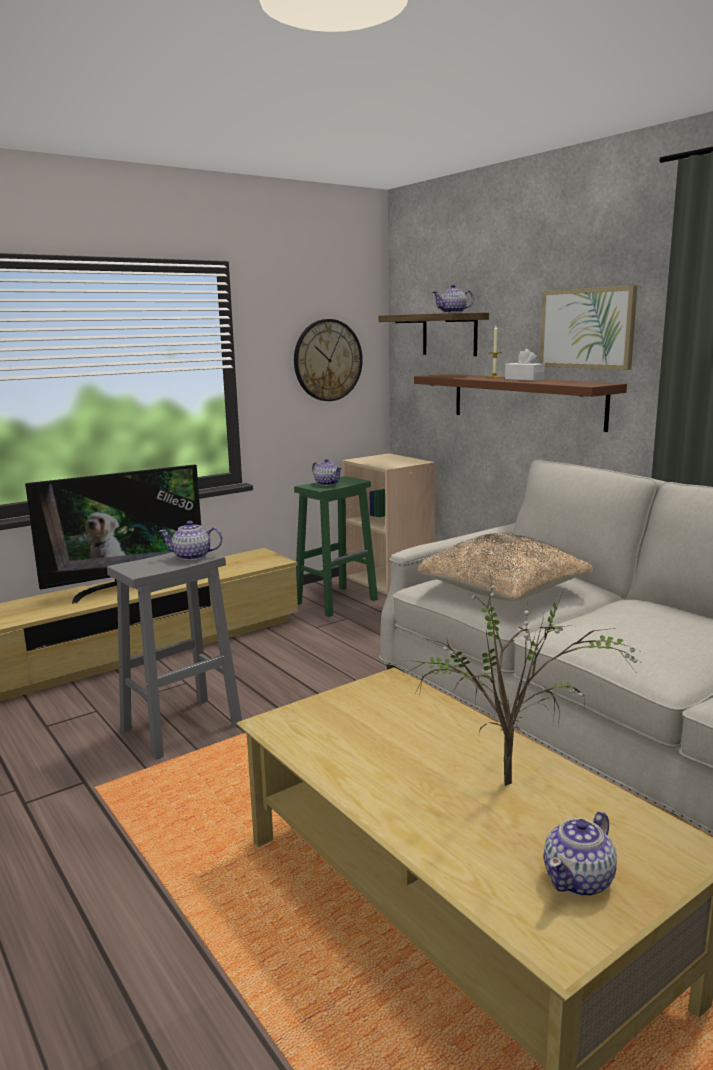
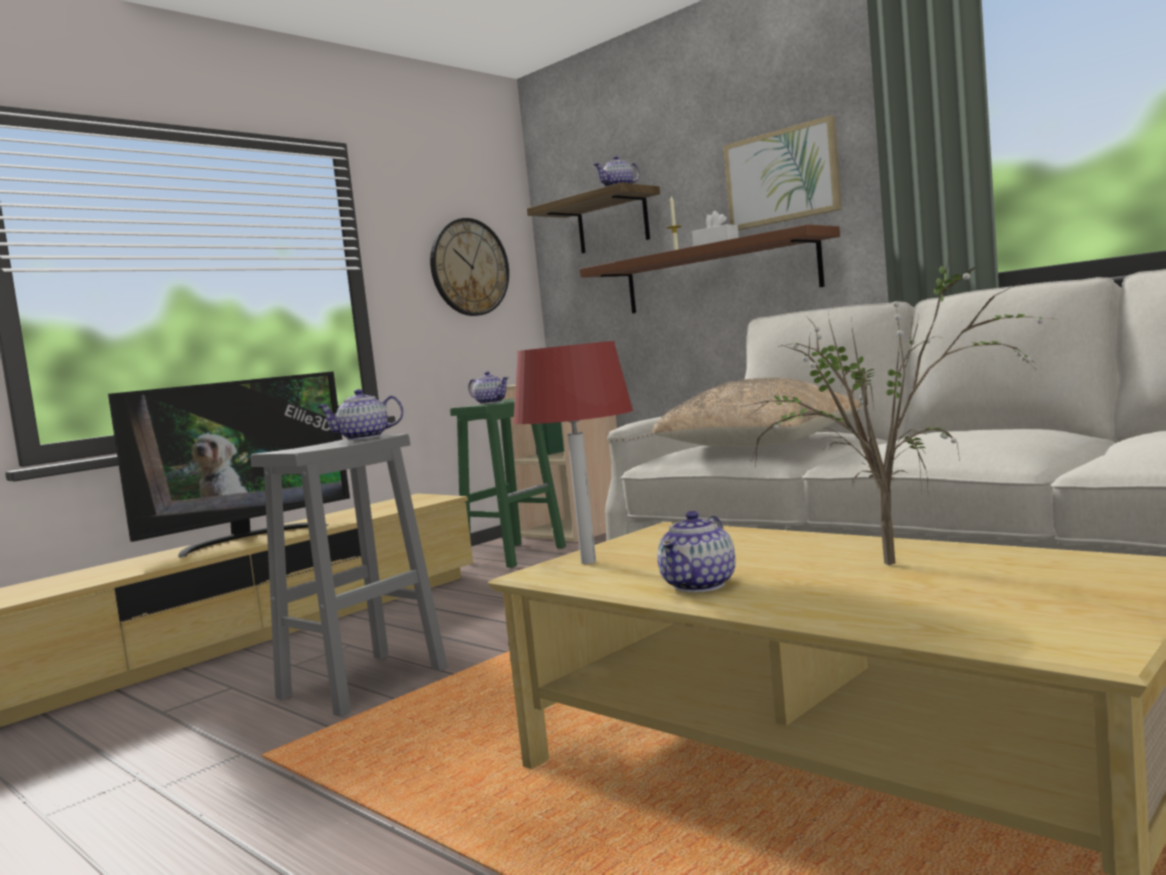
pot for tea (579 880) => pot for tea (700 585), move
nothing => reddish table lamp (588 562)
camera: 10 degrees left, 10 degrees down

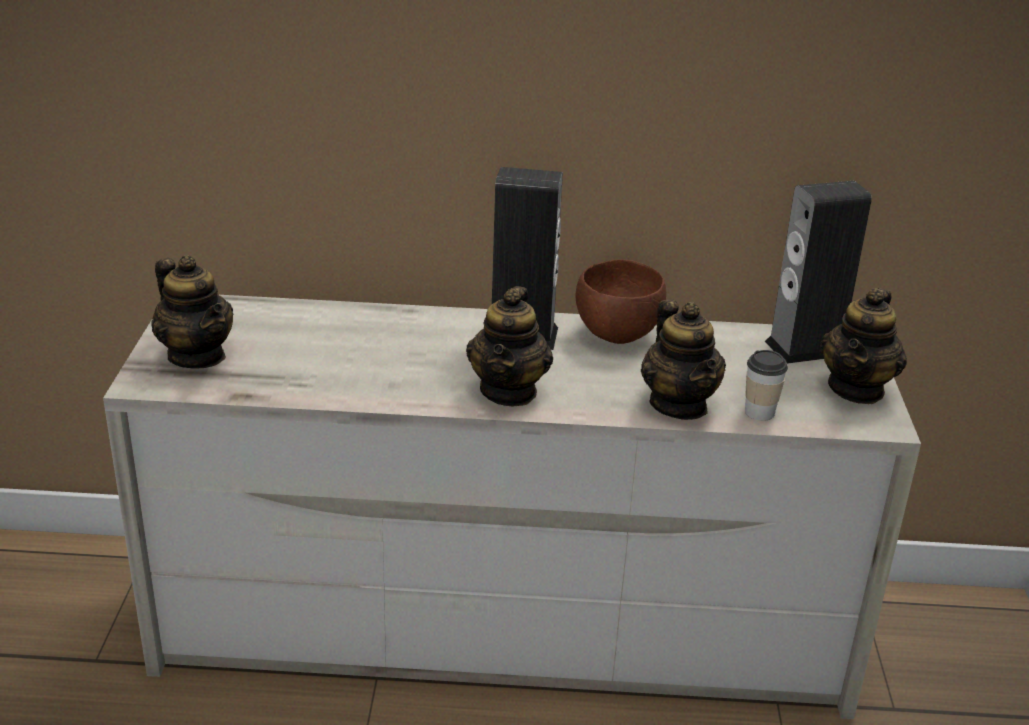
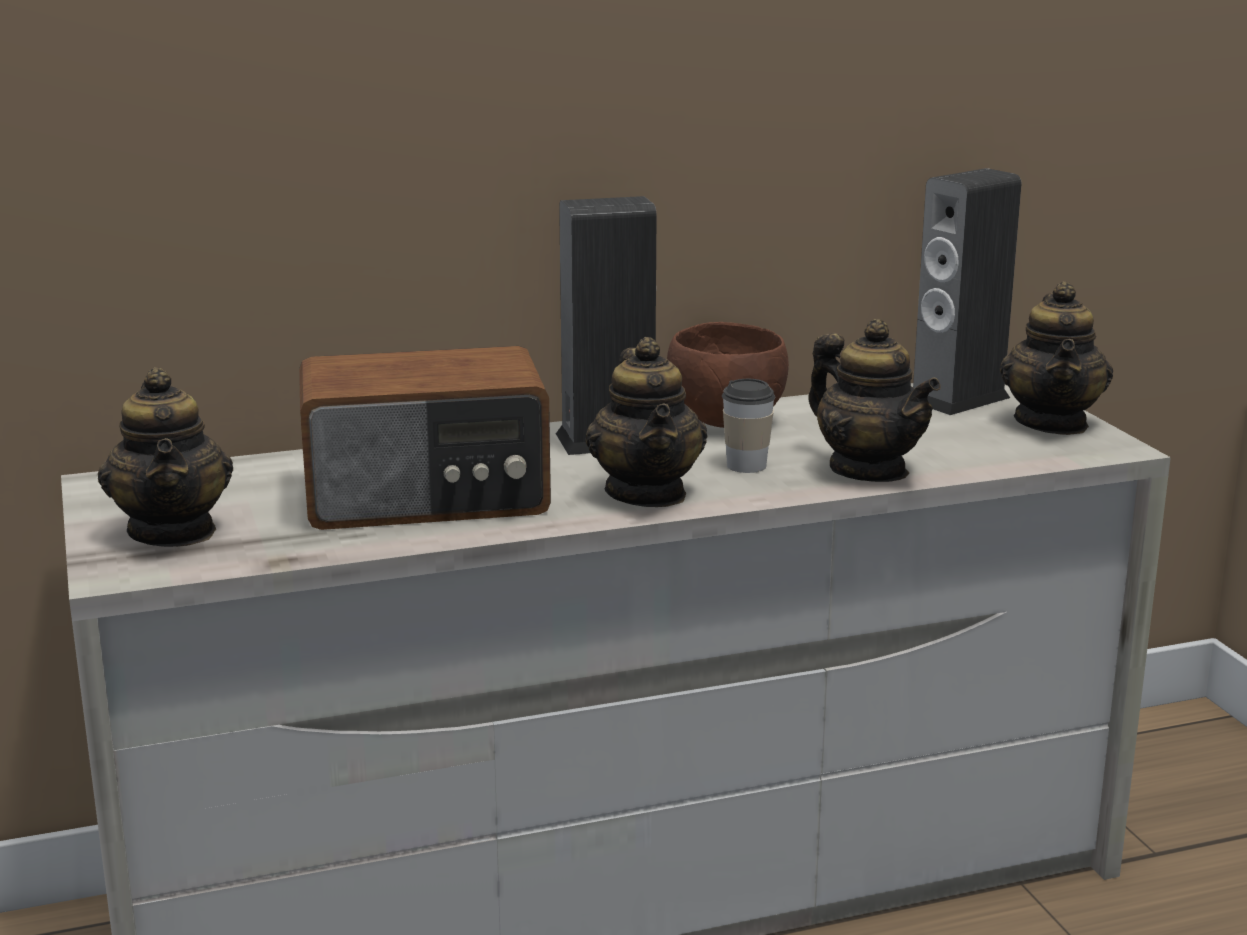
pot for tea (197 356) => pot for tea (173 532), 45 degrees clockwise
small cup (759 412) => small cup (746 465), move
nothing => radio receiver (427 497)
camera: 20 degrees left, 10 degrees down

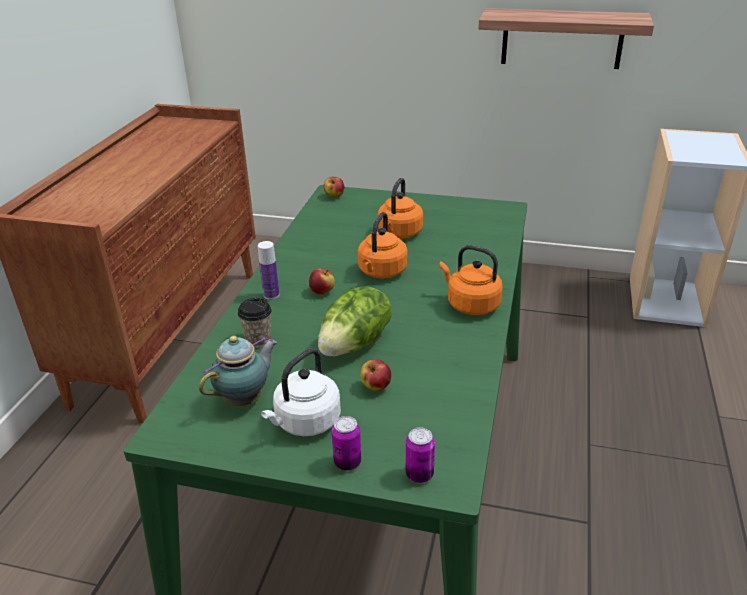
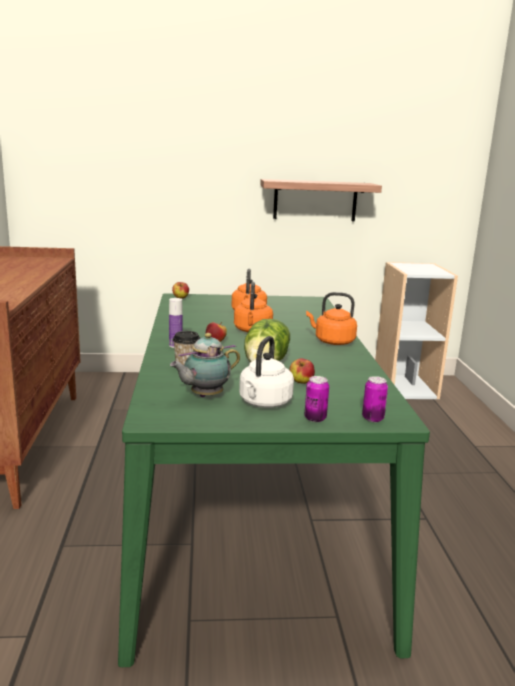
pot for tea (245 399) => pot for tea (204 396), 150 degrees counterclockwise
camera: 20 degrees left, 15 degrees down

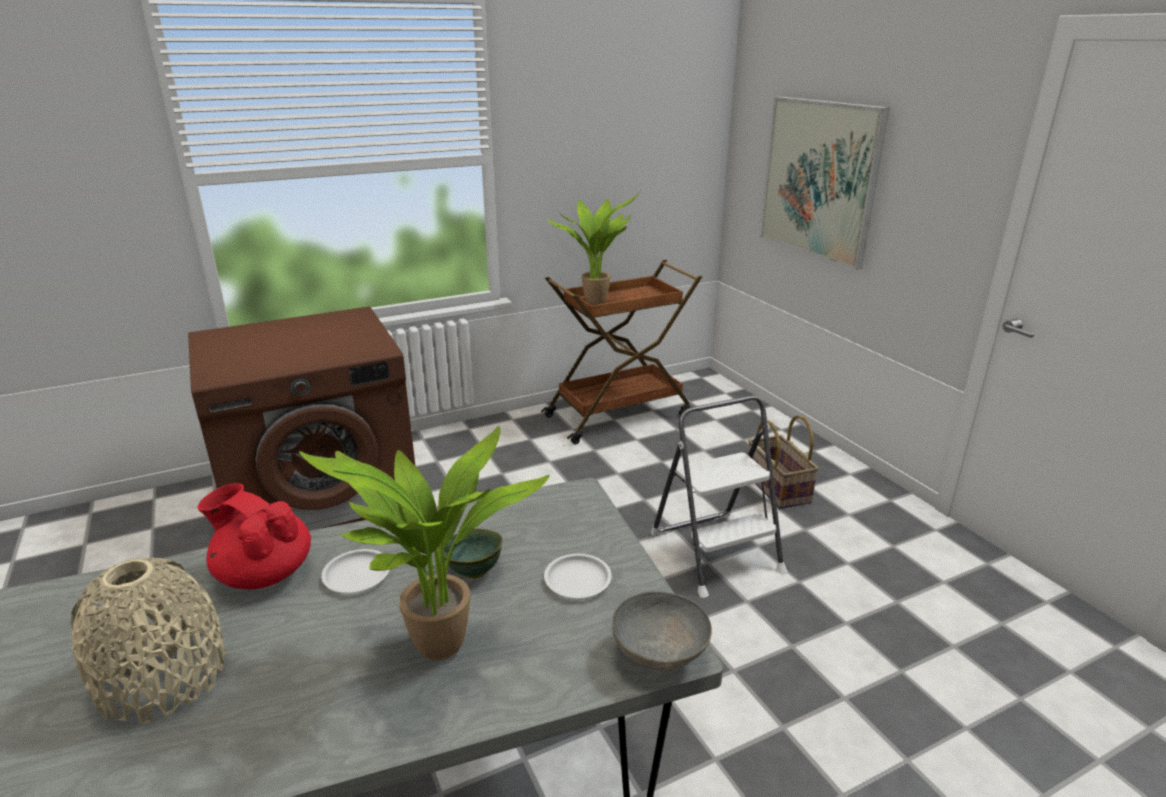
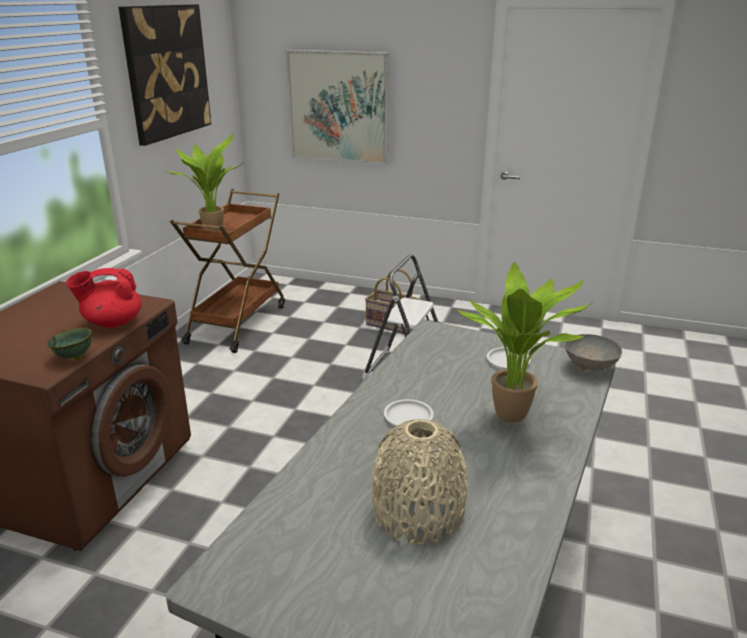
reddish pot for tea (264 573) => reddish pot for tea (112 323), move
greenish serving bowl (473 572) => greenish serving bowl (74 357), move
nothing => wall art (167 72)
camera: 45 degrees left, 0 degrees up

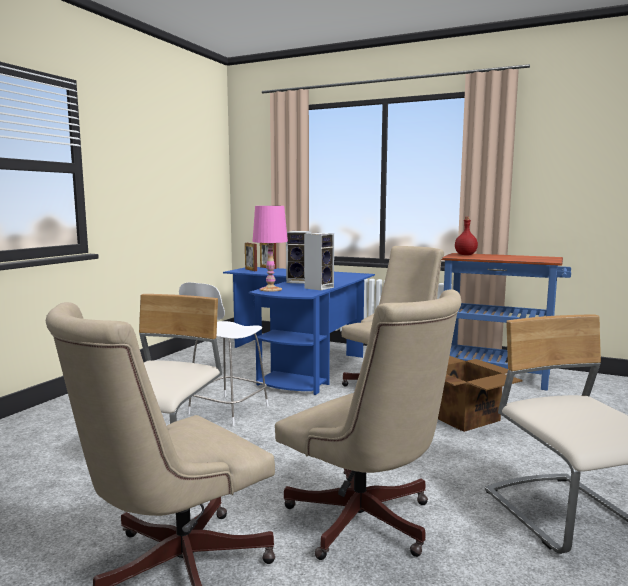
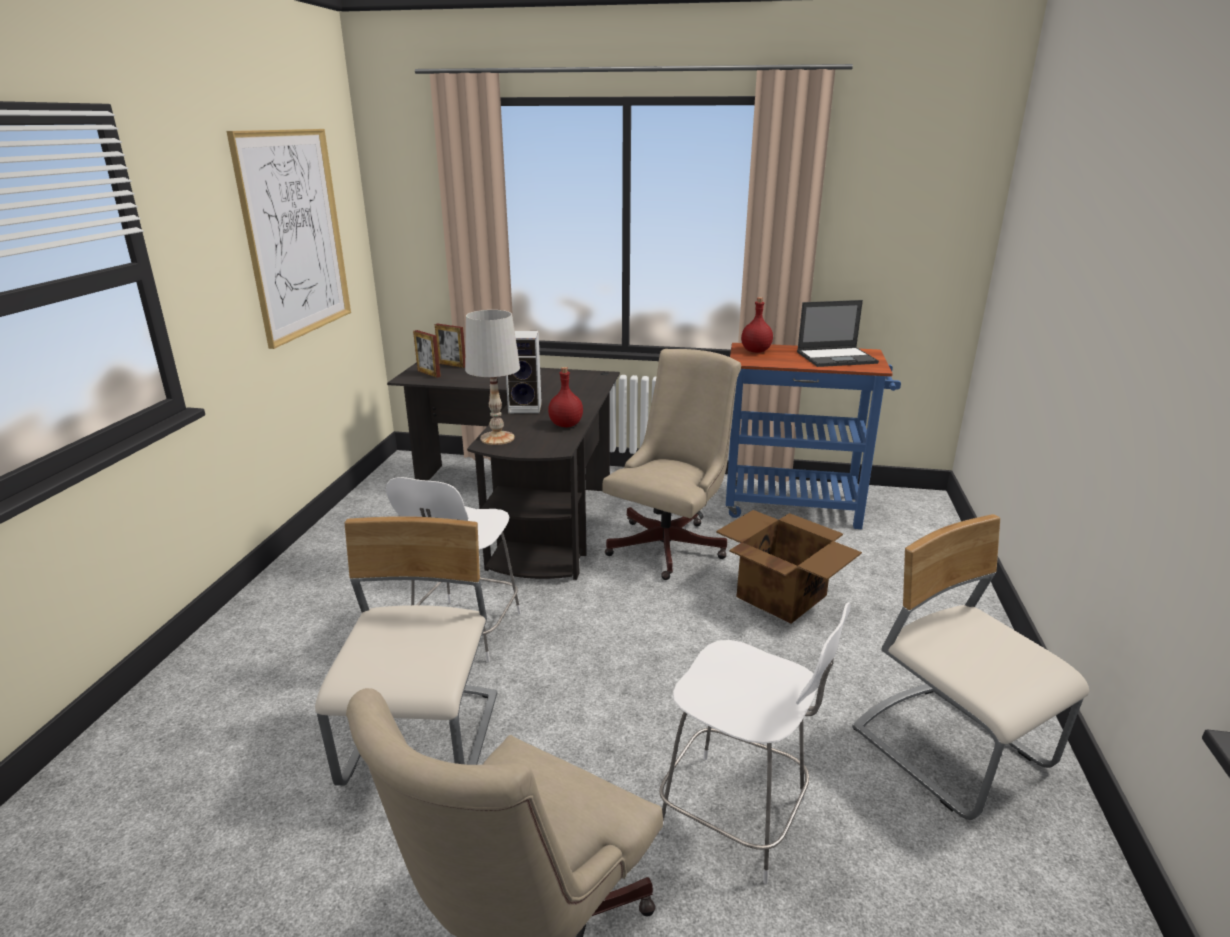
blue-coloured desk table (301 360) => blackish desk table (526 507)
pinkish table lamp (270 289) => white table lamp (497 438)
beige-coloured desk chair (366 525) => white stool seat (738 817)
speaker (319 287) => reddish bottle (565 425)
nothing => wall art (294 234)
nothing => portable computer (837 357)
camera: 15 degrees left, 15 degrees up

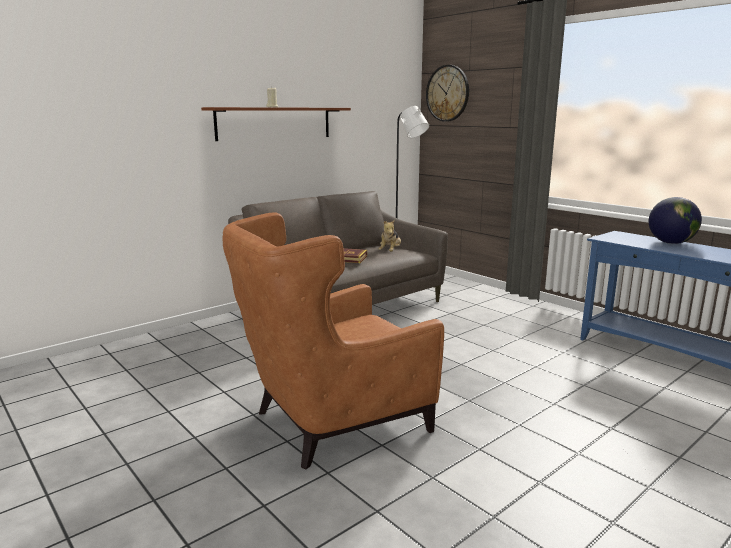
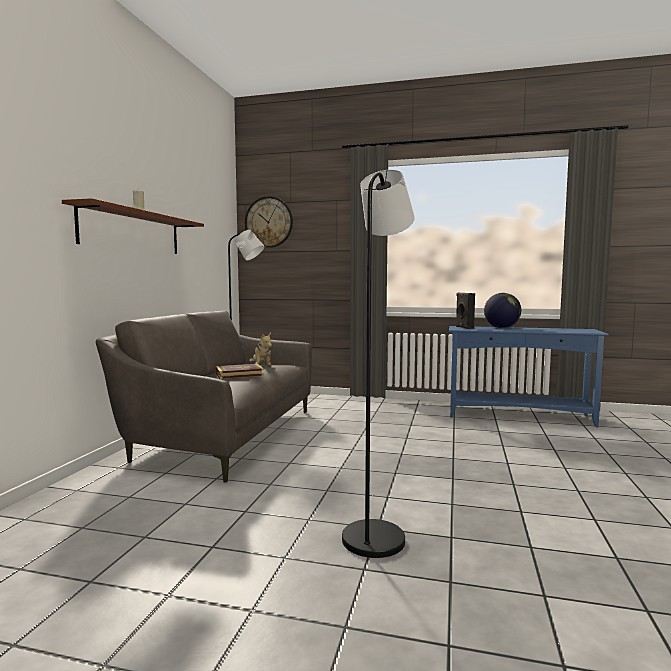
brownish lounge chair (332 421) => blackish floor lamp (377 533)
nothing => blackish speaker (464 327)
camera: 35 degrees left, 10 degrees down

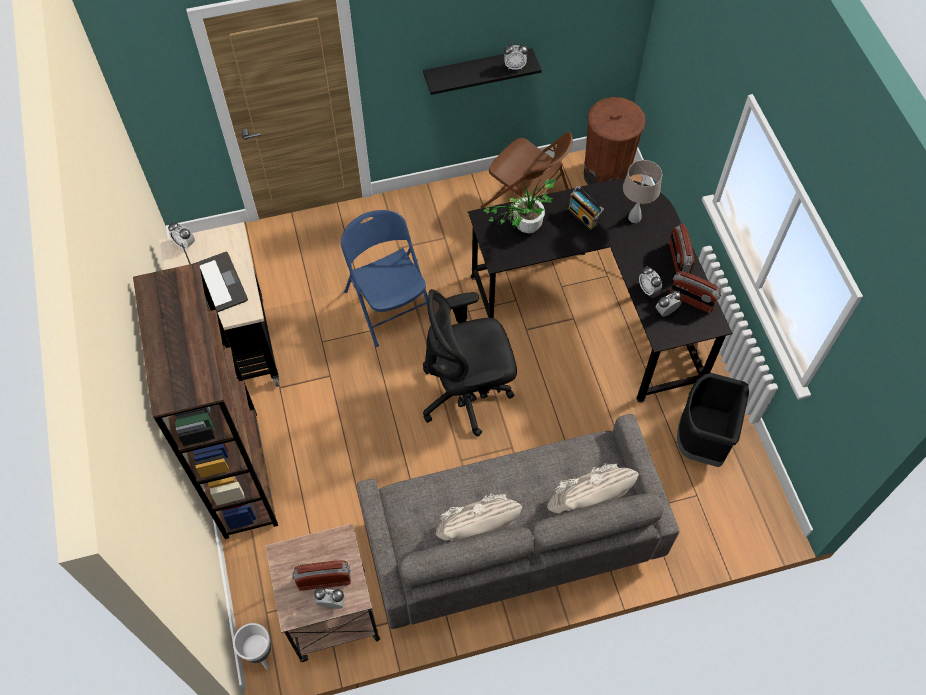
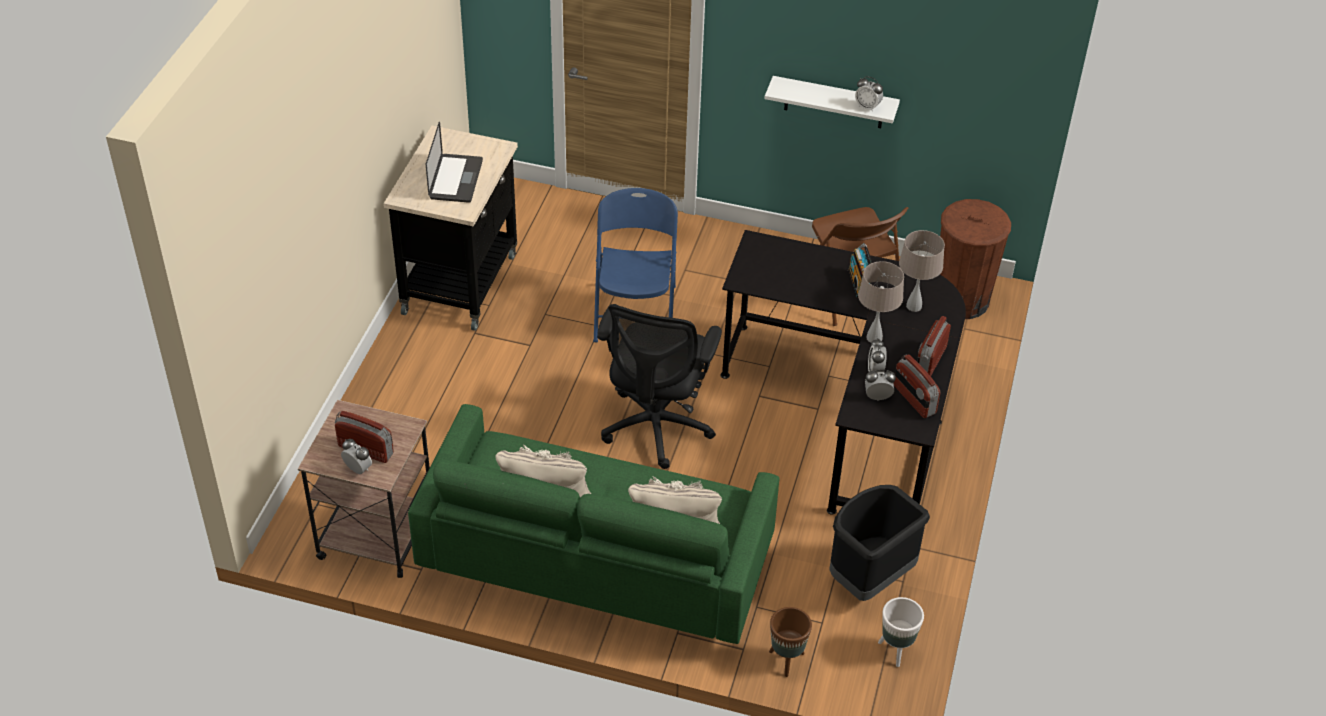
brownish bookcase (241 473) => nothing
alarm clock (185 244) => nothing
white plant pot (260 654) => white plant pot (895 650), move
gray couch (511 540) => greenish couch (594 564)
blackish wall shelf (478 71) => white wall shelf (834 102)
blackish desk chair (469 390) => blackish desk chair (656 420), 90 degrees counterclockwise
potted plant (523 229) => nothing
nothing => brownish plant pot (786 660)
nothing => beige-coloured table lamp (874 338)
camera: 30 degrees right, 15 degrees down

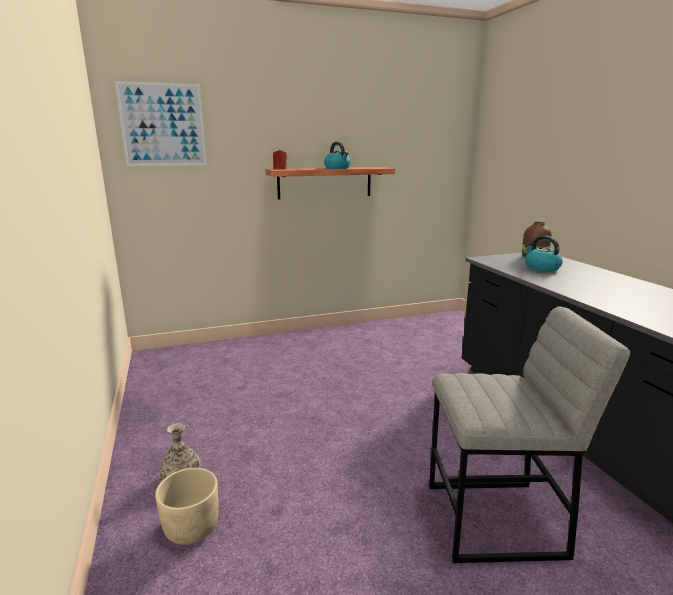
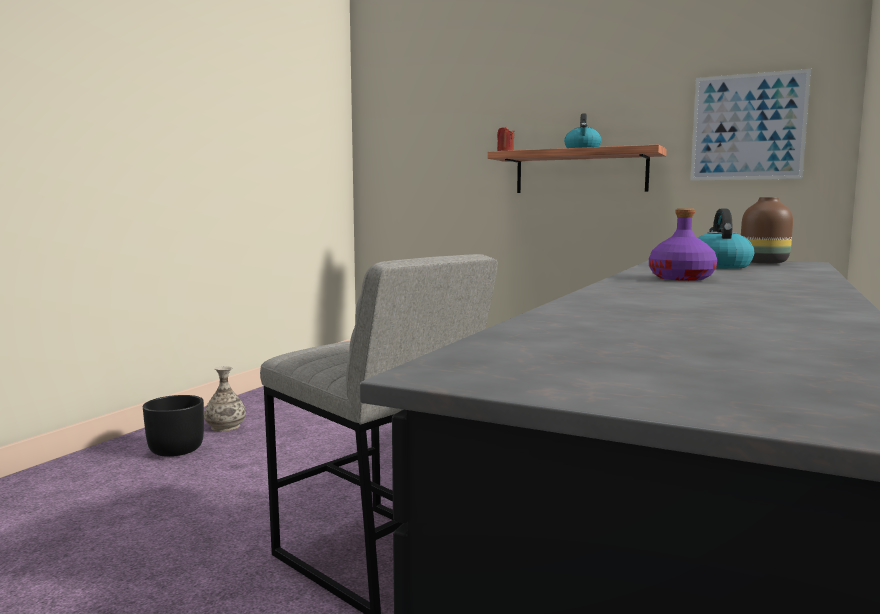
wall art (163 125) => wall art (748 127), move
beige-coloured plant pot (192 527) => blackish plant pot (176 450)
nothing => purple-coloured bottle (682 278)
camera: 45 degrees right, 10 degrees down

